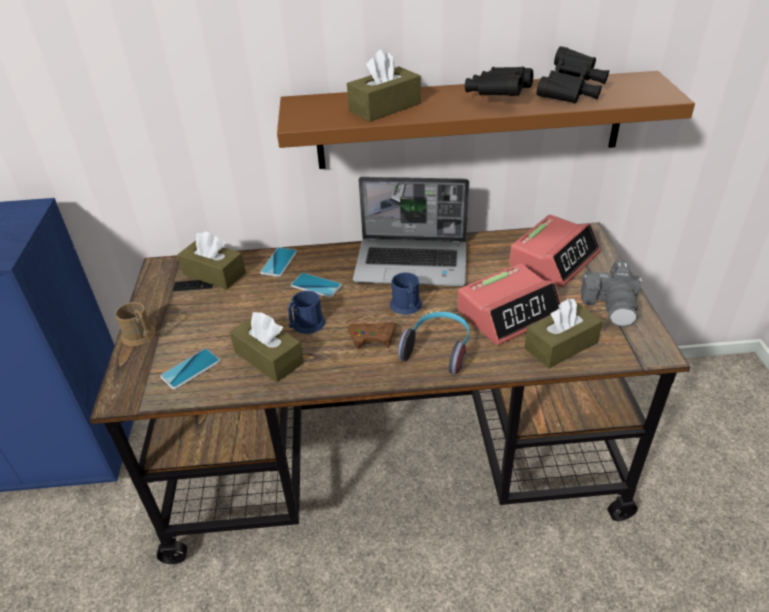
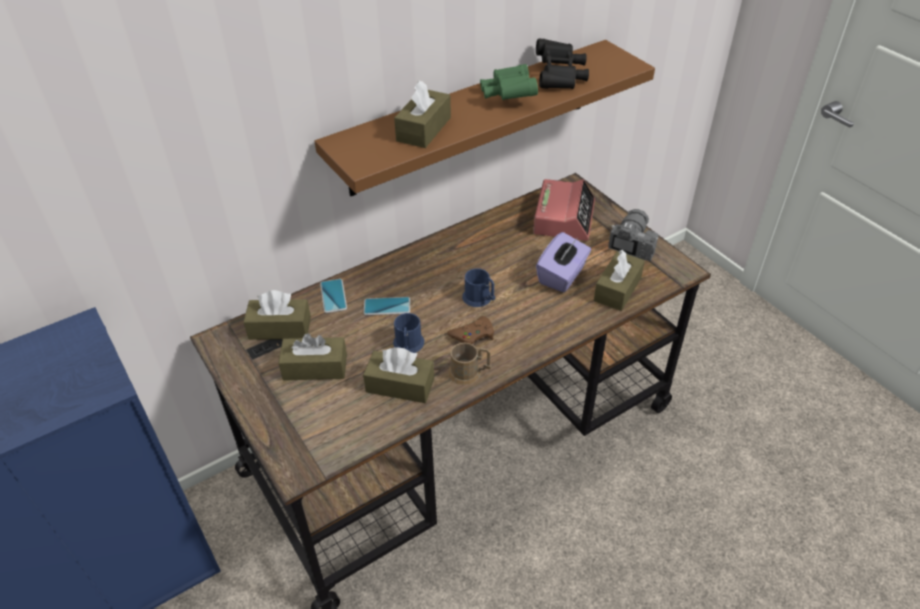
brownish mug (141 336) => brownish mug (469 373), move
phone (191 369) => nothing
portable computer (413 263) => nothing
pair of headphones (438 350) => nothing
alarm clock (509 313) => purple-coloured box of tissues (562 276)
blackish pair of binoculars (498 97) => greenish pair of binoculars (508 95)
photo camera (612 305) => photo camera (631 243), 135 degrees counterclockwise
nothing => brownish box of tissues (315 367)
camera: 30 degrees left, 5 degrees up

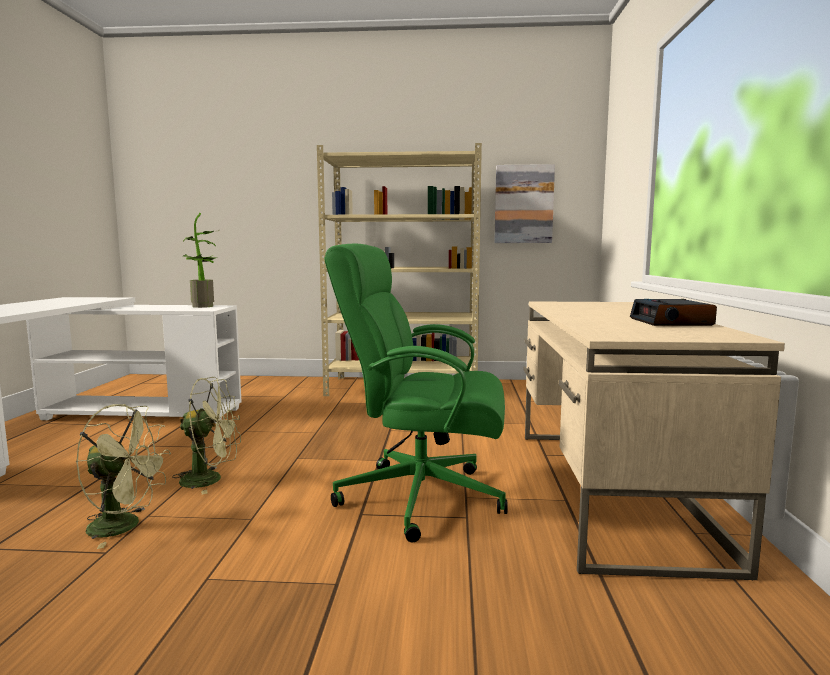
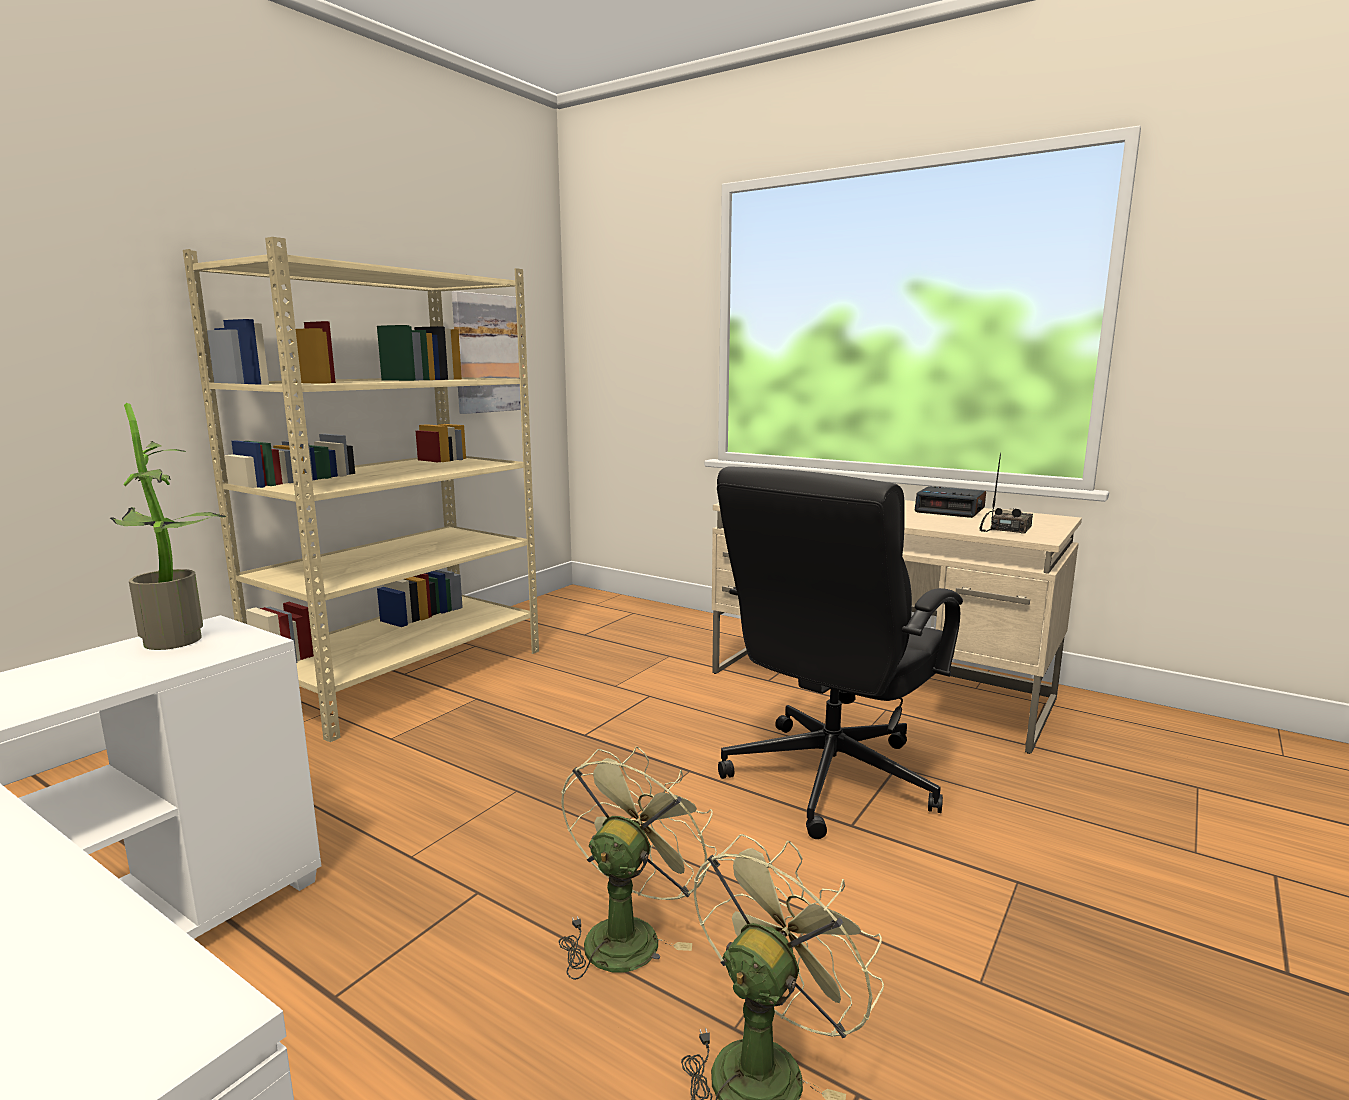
greenish desk chair (422 498) => blackish desk chair (831 776)
nothing => radio receiver (1005 529)
camera: 60 degrees left, 5 degrees up

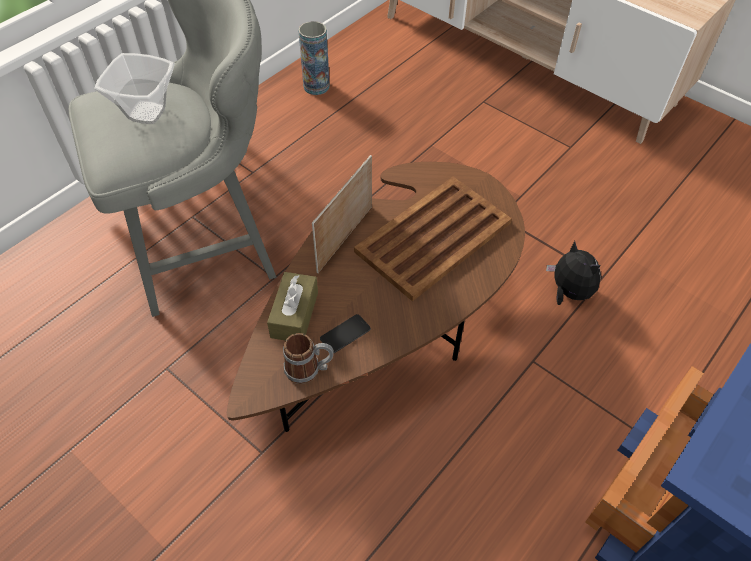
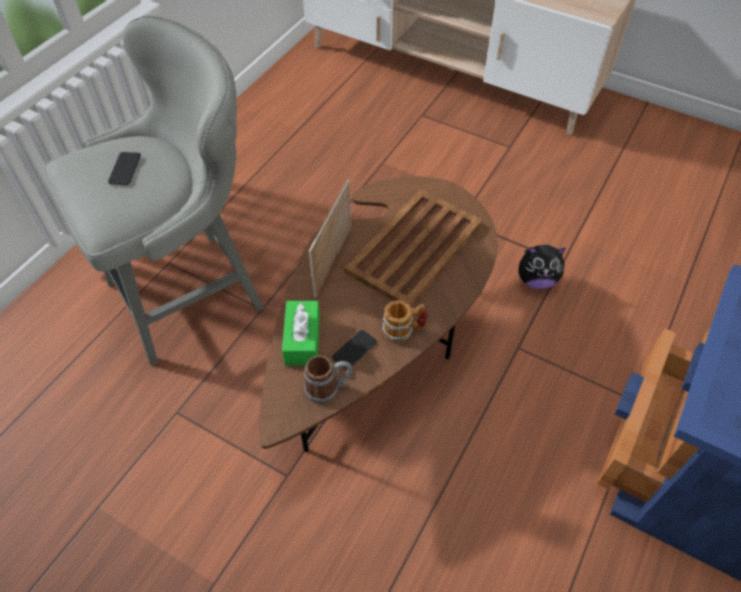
serving bowl (145 113) => phone (125 169)
brownish box of tissues (294 314) => greenish box of tissues (302 340)
vase (316 86) => nothing
plush toy (568 292) => plush toy (536 280), 135 degrees clockwise
nothing => mug (404 330)
camera: 10 degrees left, 0 degrees up

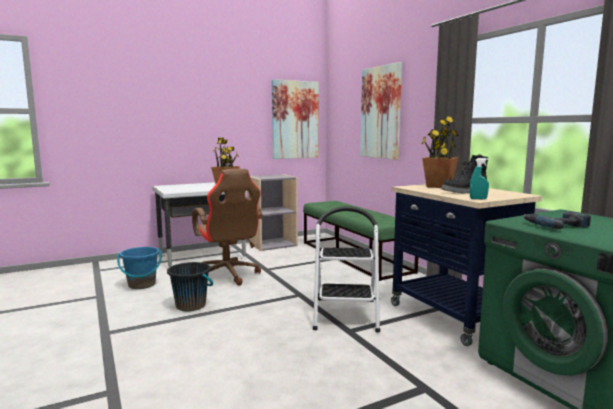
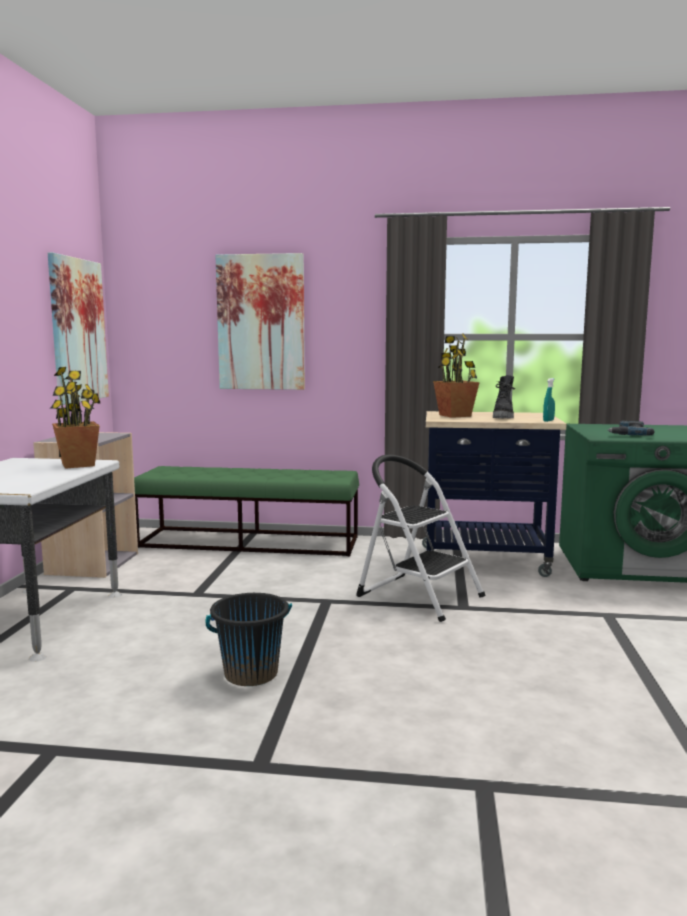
blue-coloured bucket (142 285) => nothing
brownish desk chair (228 277) => nothing
camera: 55 degrees left, 0 degrees up

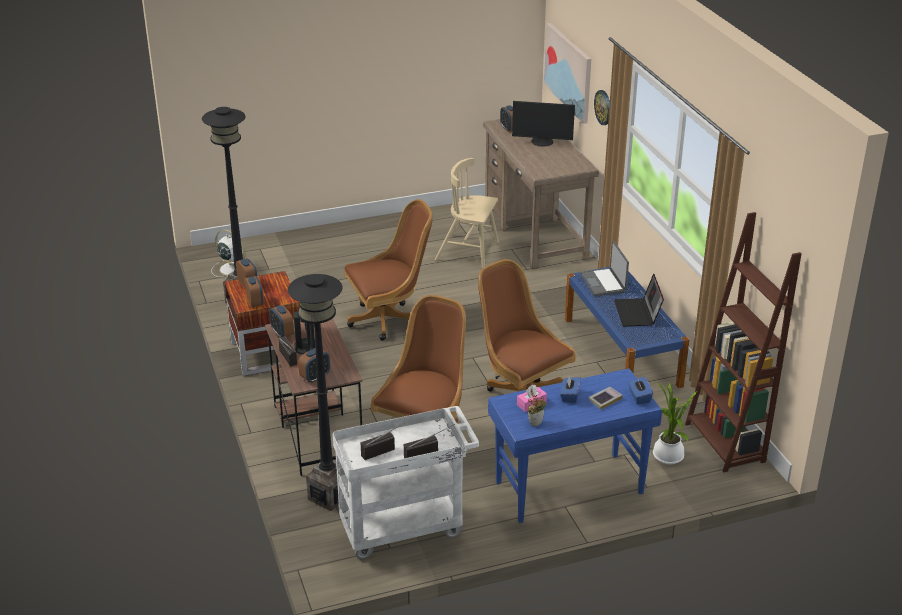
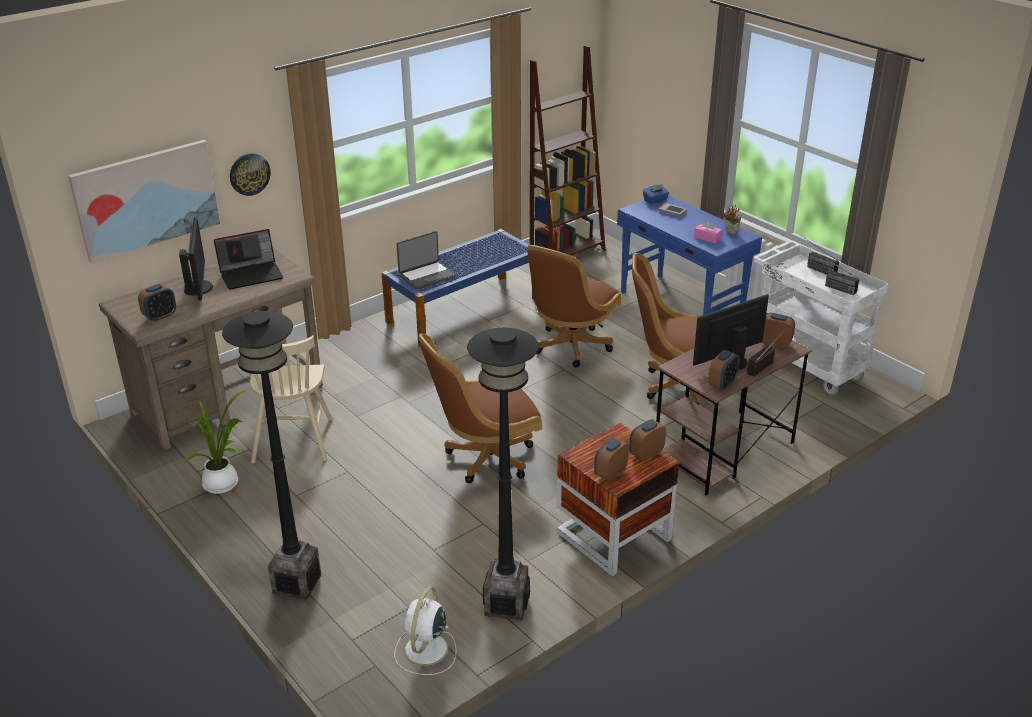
blackish floor lamp (328 496) => blackish floor lamp (296 584), move
brownish desk chair (389 319) => brownish desk chair (483 461), 75 degrees counterclockwise
blue-coloured box of tissues (569 396) => nothing
portable computer (638 313) => portable computer (252 274), move
potted plant (667 457) => potted plant (224 484), move
camera: 110 degrees left, 0 degrees up

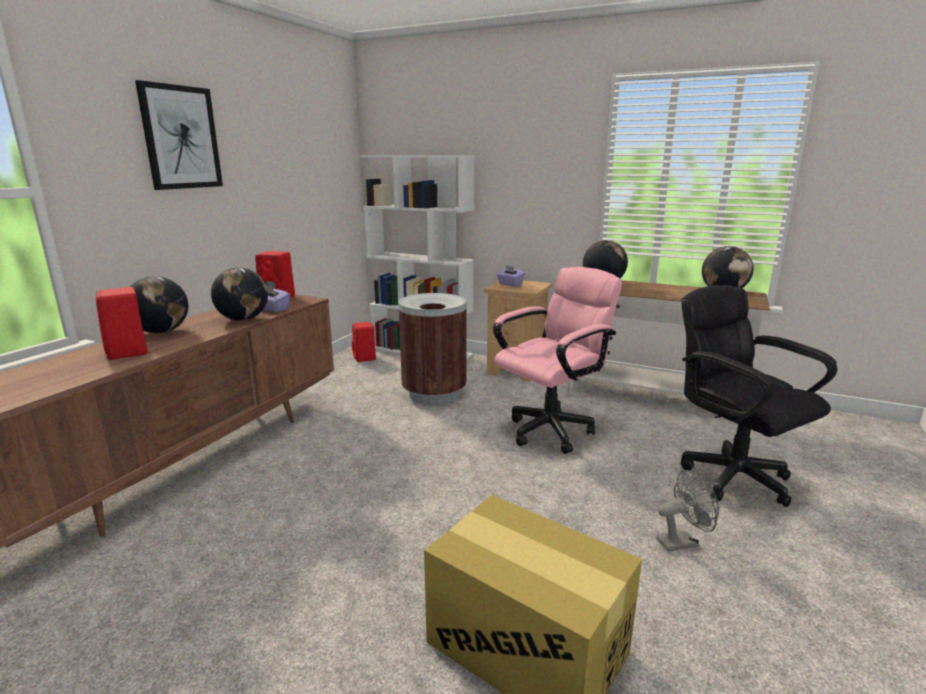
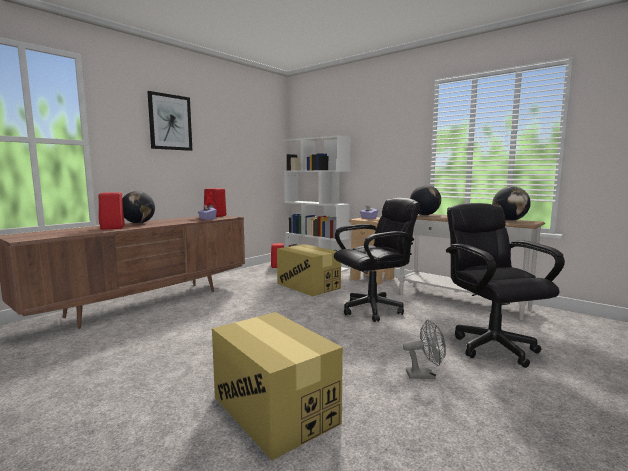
globe (243 319) => nothing
brownish rubbish bin (434 394) => packing box (308 286)
pinkish desk chair (552 430) => blackish desk chair (374 309)
camera: 15 degrees right, 10 degrees down

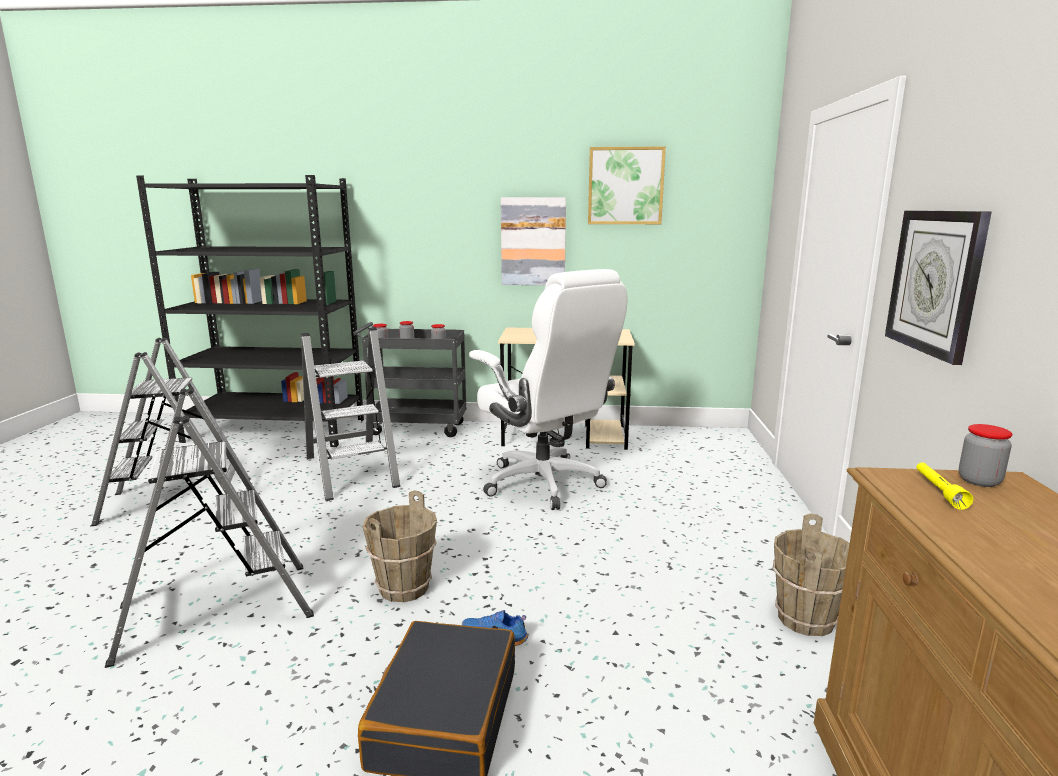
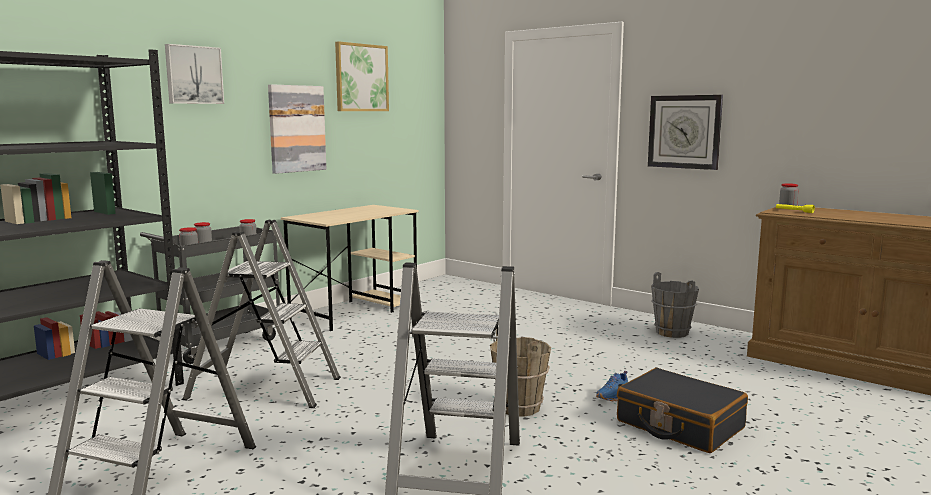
white desk chair (544 484) => nothing
brownish bucket (806 620) => gray bucket (672 332)
nothing => wall art (193 75)
camera: 55 degrees left, 5 degrees down

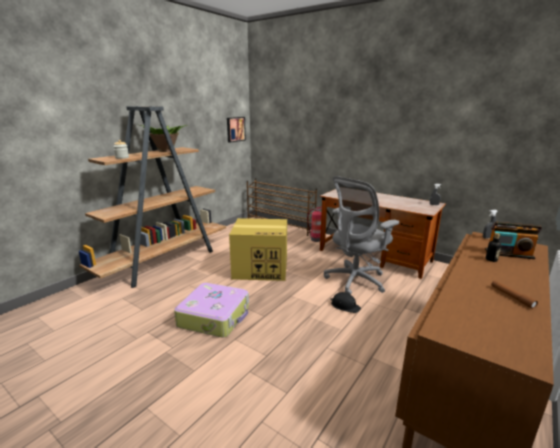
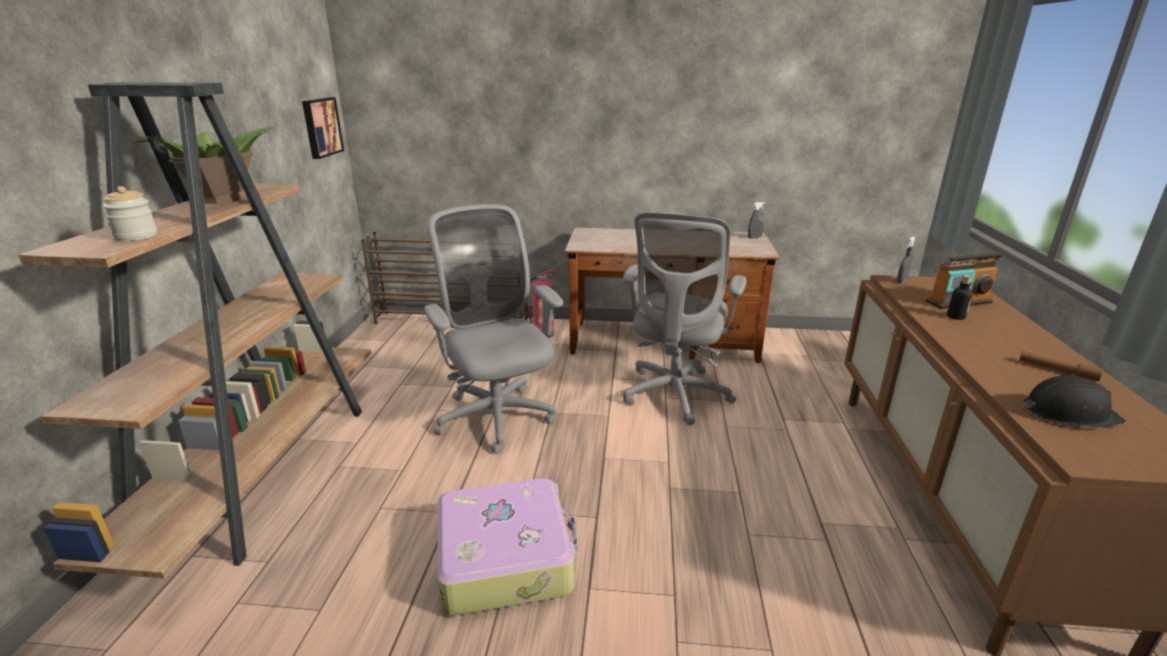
packing box (261 268) => gray desk chair (500 420)
blackish hard hat (345 306) => blackish hard hat (1068 413), move
camera: 30 degrees left, 5 degrees up

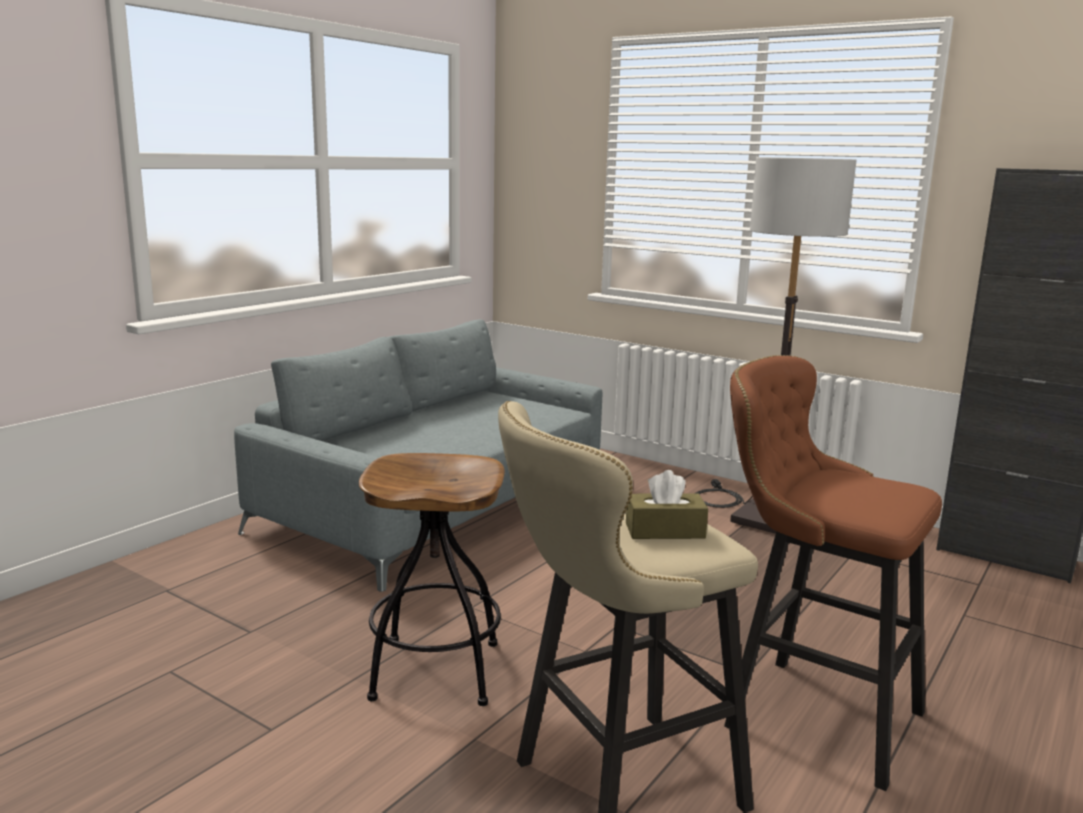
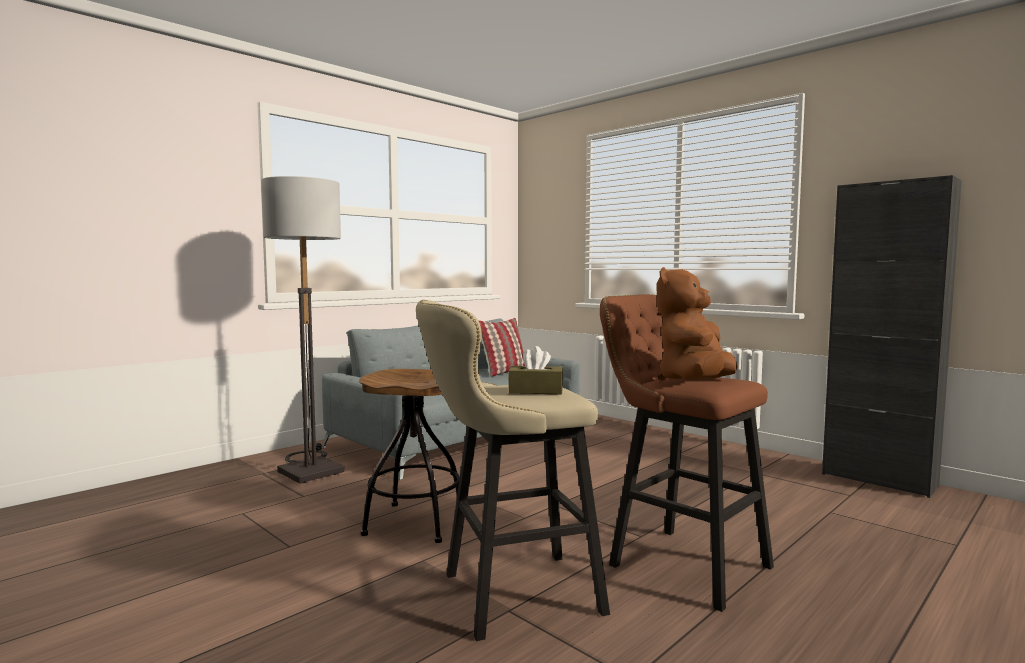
floor lamp (753 514) => floor lamp (309 468), move
nothing => throw pillow (504 372)
nothing => brownish plush toy (695 383)
camera: 10 degrees right, 10 degrees down

